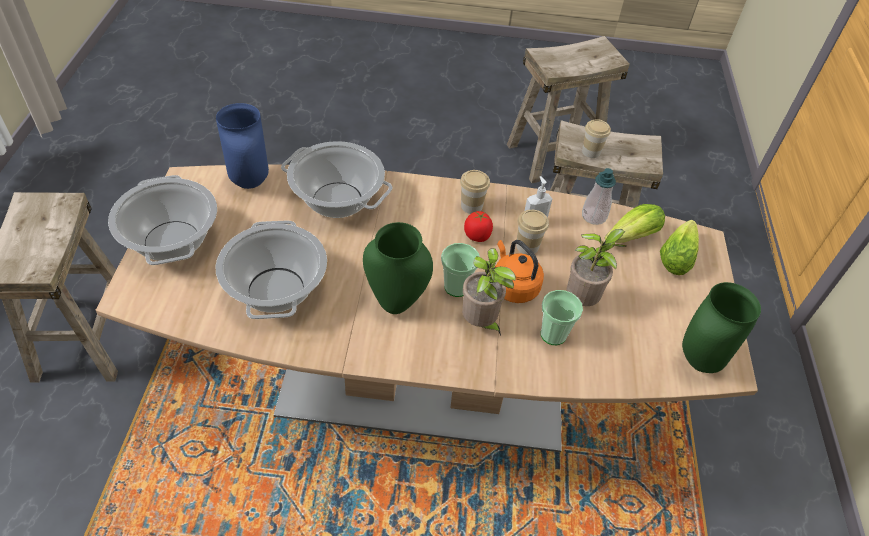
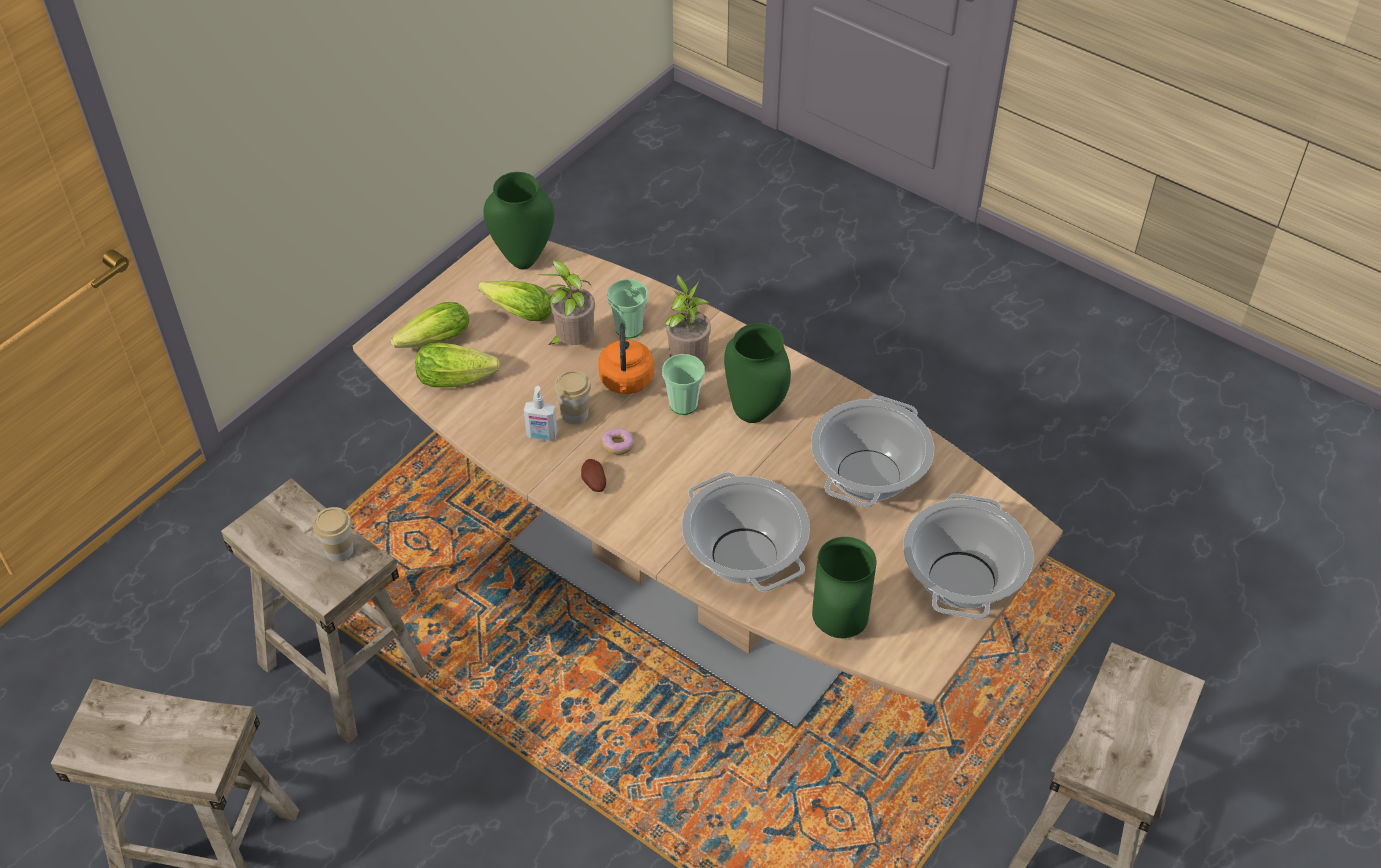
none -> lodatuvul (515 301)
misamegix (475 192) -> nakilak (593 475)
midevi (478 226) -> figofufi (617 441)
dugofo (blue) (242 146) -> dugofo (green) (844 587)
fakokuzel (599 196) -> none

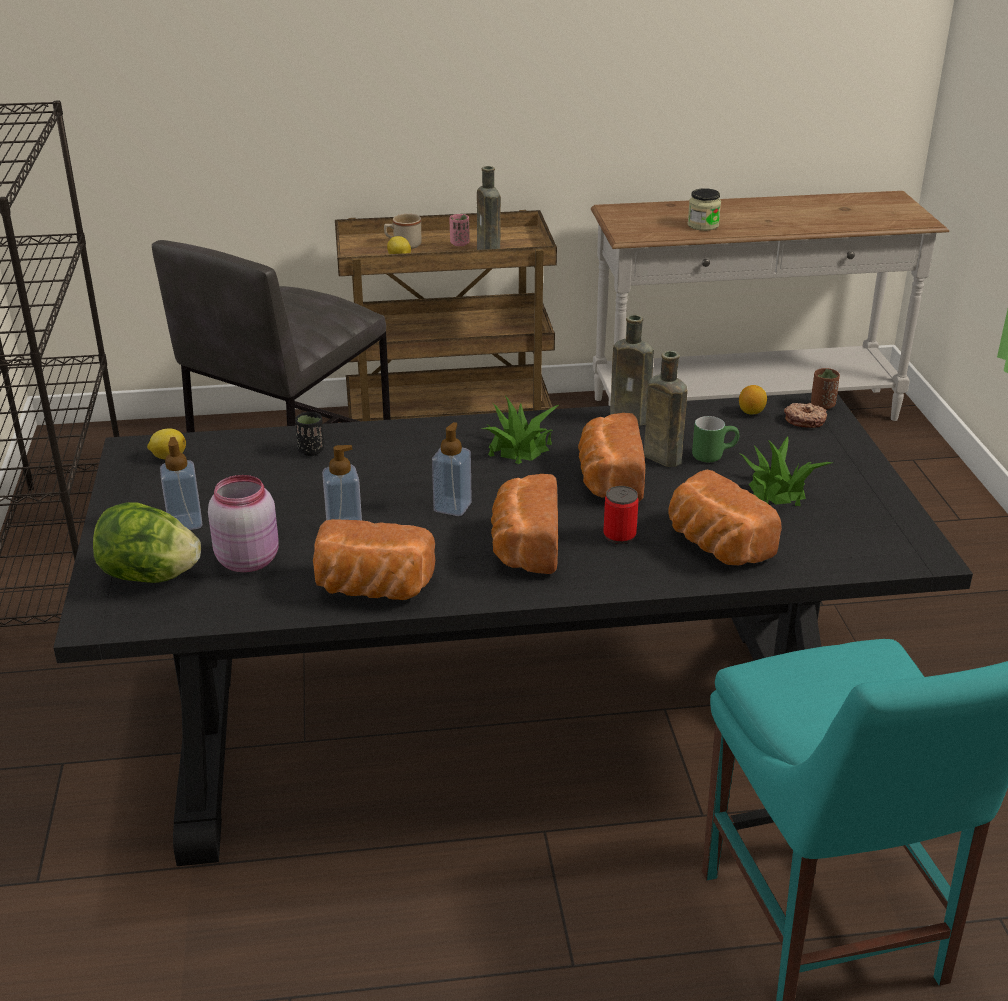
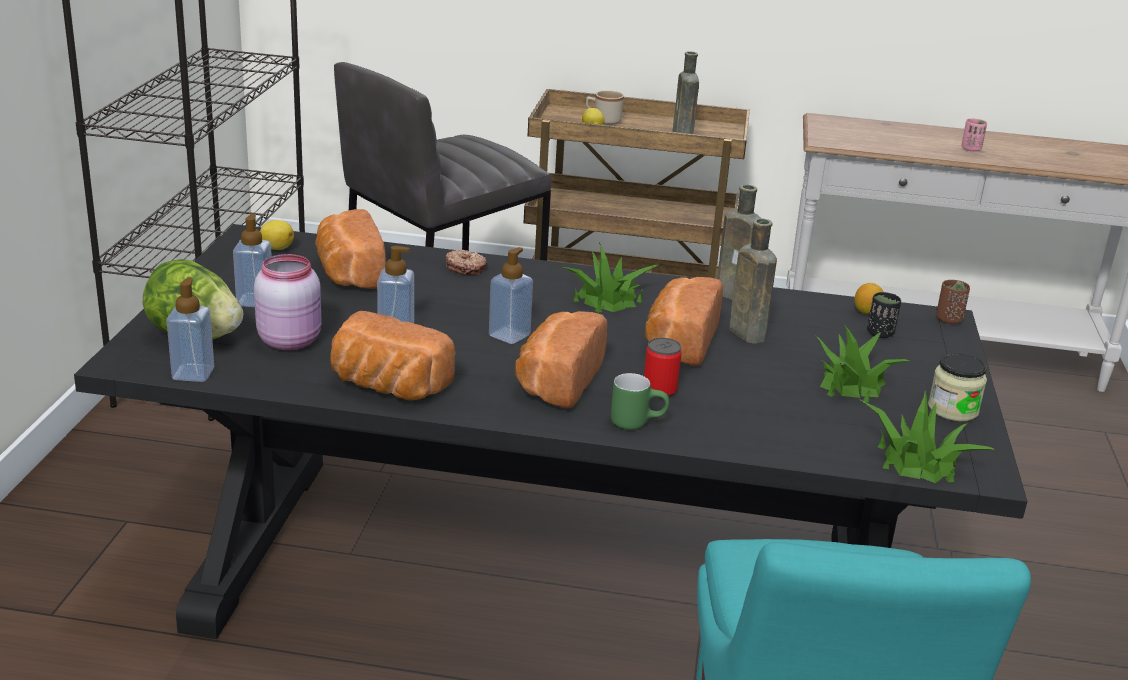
none -> fakokuzel (190 329)
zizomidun (725 517) -> zizomidun (350 249), shifted
figofufi (805 415) -> figofufi (466 262), shifted
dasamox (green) (715 439) -> dasamox (green) (640 401), shifted
none -> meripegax (926 437)
misamegix (black) (309 434) -> misamegix (black) (884 315), shifted
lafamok (704 209) -> lafamok (957 387), shifted
misamegix (pink) (459 230) -> misamegix (pink) (974 135), shifted

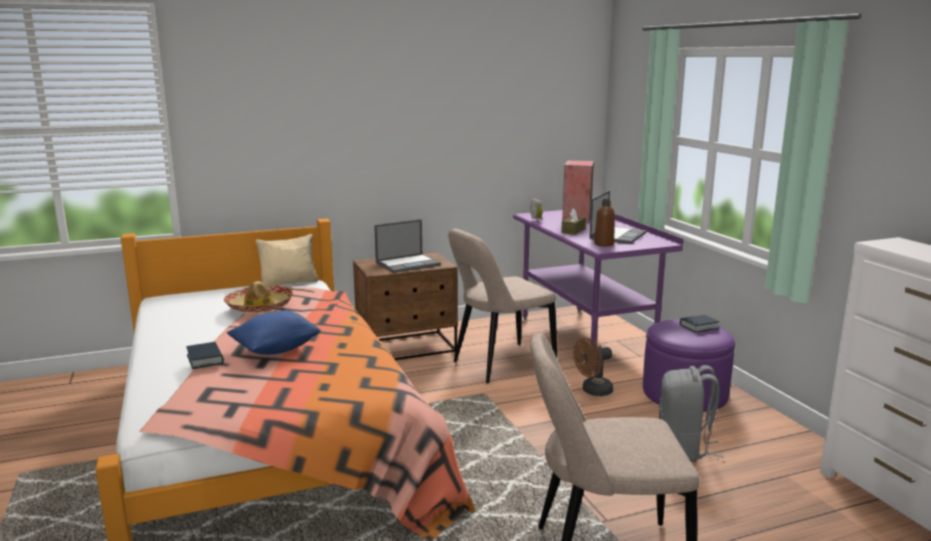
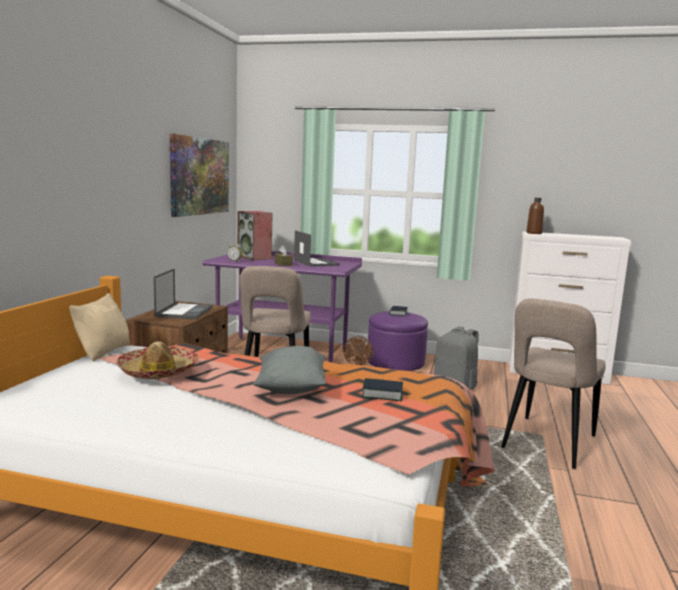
none -> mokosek (199 175)
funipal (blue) (274 332) -> funipal (grey) (289 370)
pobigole (205 355) -> pobigole (382 389), shifted
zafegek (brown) (604 223) -> zafegek (brown) (535 216), shifted

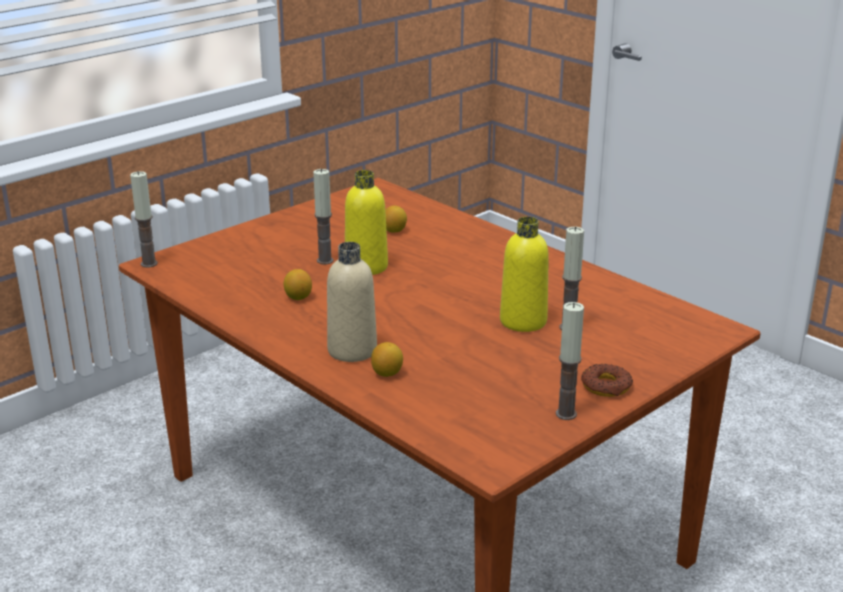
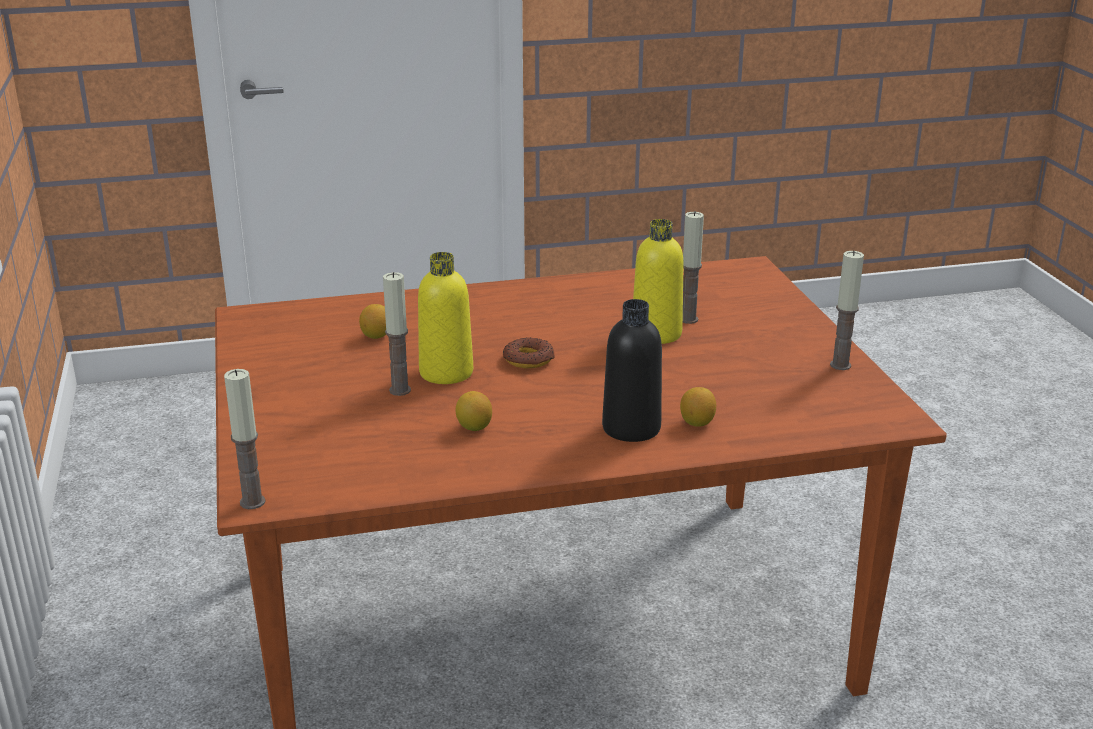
figofufi (607 380) -> figofufi (529 352), shifted
zafegek (beige) (352 302) -> zafegek (black) (632 370)

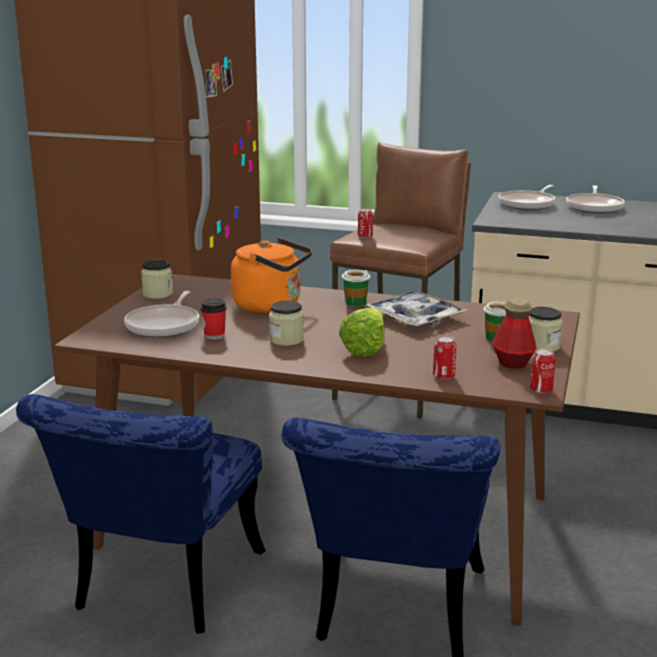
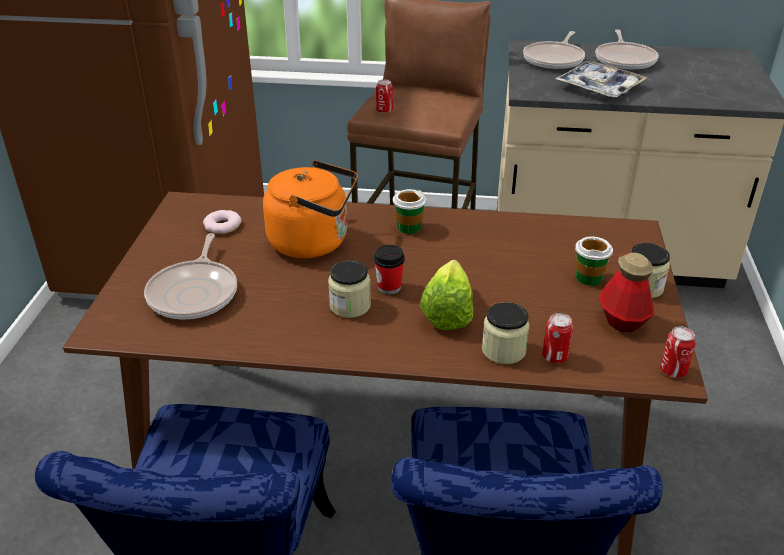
none -> figofufi (222 222)
misamegix (213 319) -> misamegix (389 270), shifted
lafamok (157 279) -> lafamok (506 333), shifted
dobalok (417 309) -> dobalok (602 79), shifted

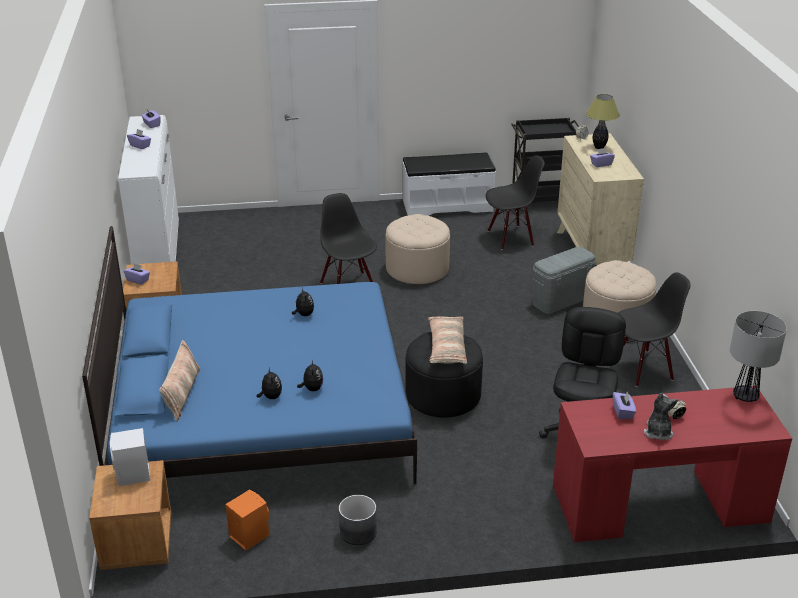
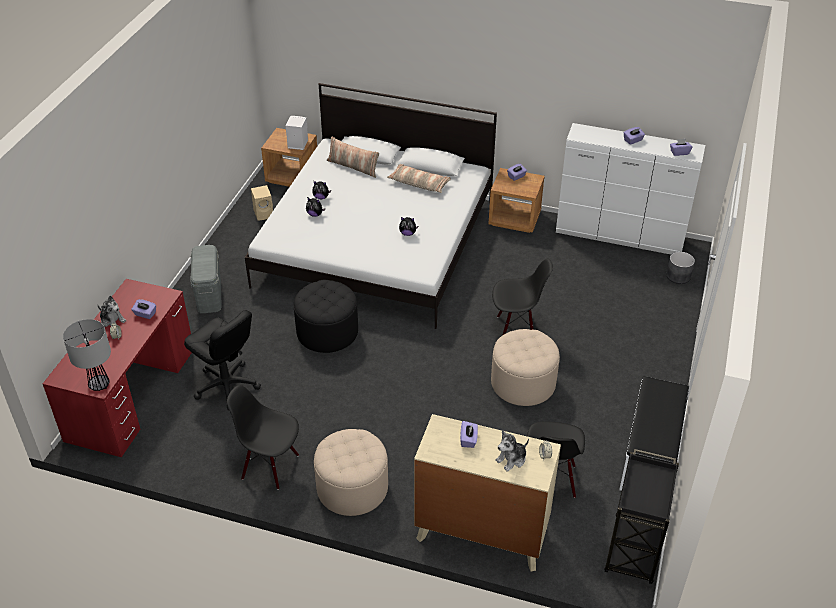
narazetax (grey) (564 280) -> narazetax (grey) (205 279), shifted
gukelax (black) (654 329) -> gukelax (black) (263 437), 105 degrees clockwise
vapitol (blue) (249 355) -> vapitol (white) (371 206)
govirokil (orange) (247 520) -> govirokil (beige) (262 202)
funipal (447 340) -> funipal (419 178), shifted
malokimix (603 121) -> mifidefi (512 451)
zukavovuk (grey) (358 520) -> zukavovuk (grey) (680 268), shifted

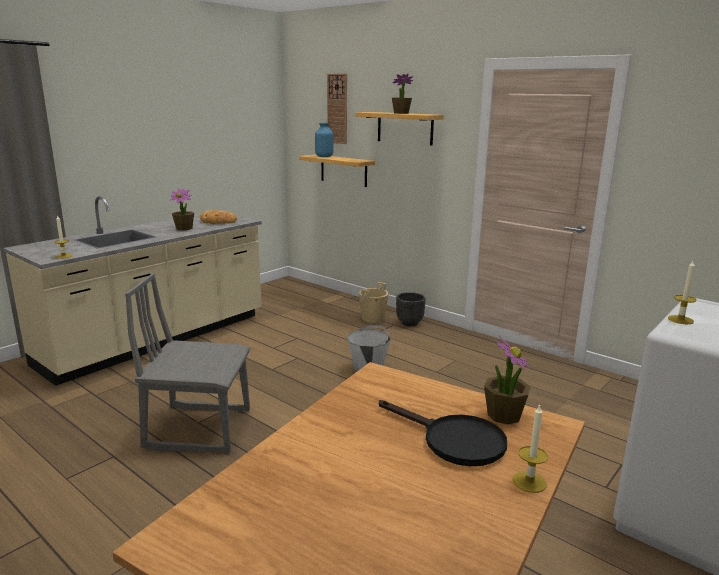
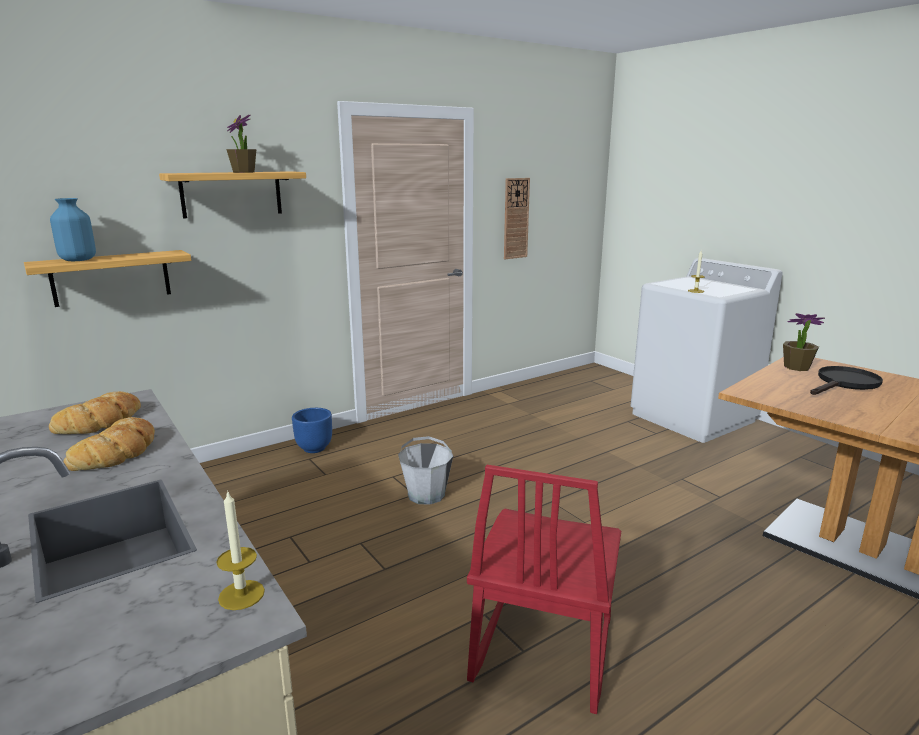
meripegax (182 209) -> zizomidun (109 444)
zukavovuk (black) (411 309) -> zukavovuk (blue) (312 430)
gukelax (grey) (187 363) -> gukelax (red) (544 589)
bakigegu (337 109) -> bakigegu (517 218), shifted
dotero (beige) (374 302) -> none
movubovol (530 448) -> none

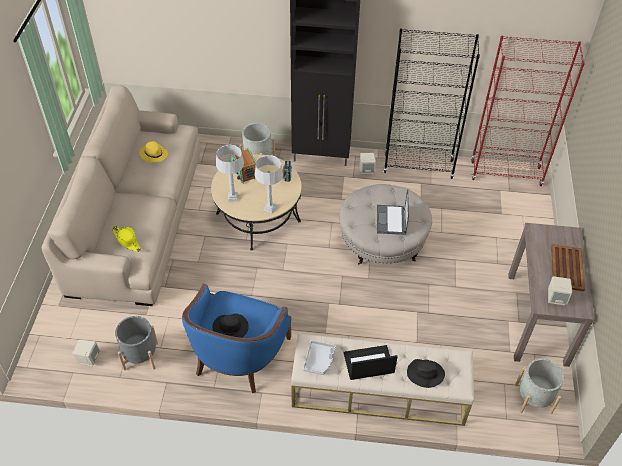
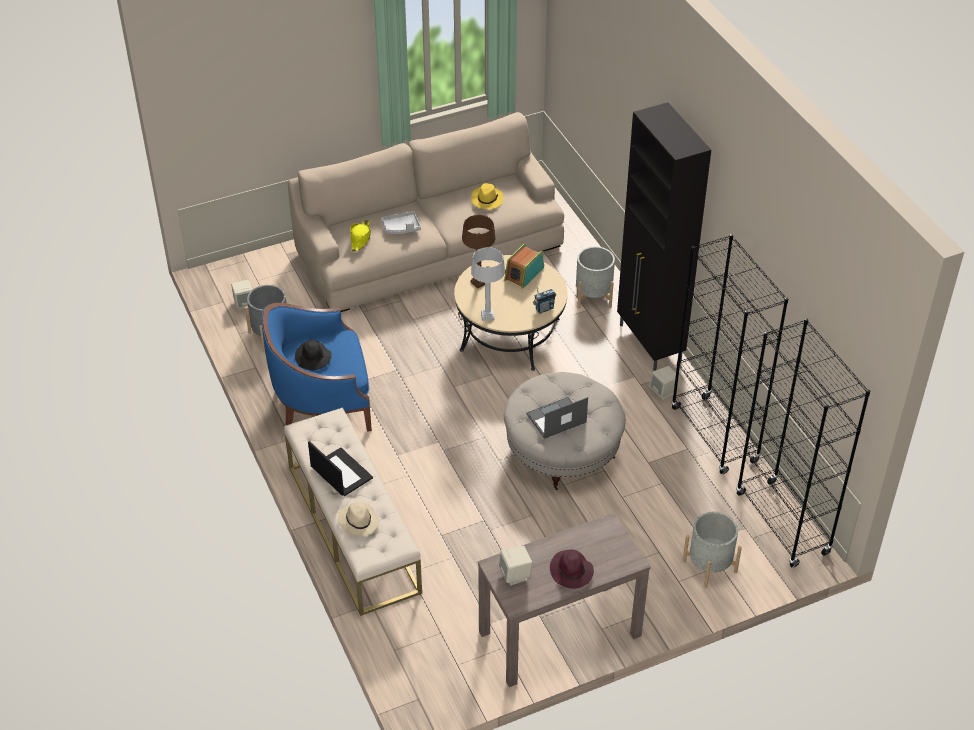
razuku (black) (426 373) -> razuku (beige) (358 519)
dobalok (grey) (319 357) -> dobalok (grey) (401 222), shifted
malokimix (grey) (230 173) -> malokimix (brown) (478 252)
dobalok (brown) (568 267) -> razuku (purple) (572 569)
zukavovuk (grey) (539 386) -> zukavovuk (grey) (712 550), shifted
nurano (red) (528 111) -> nurano (black) (803 443)

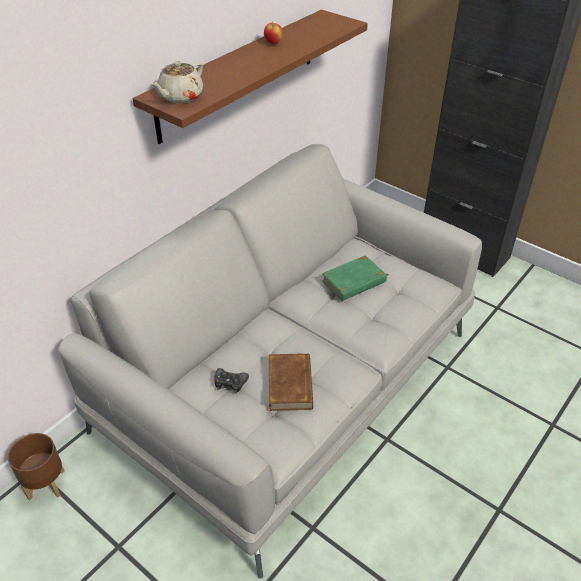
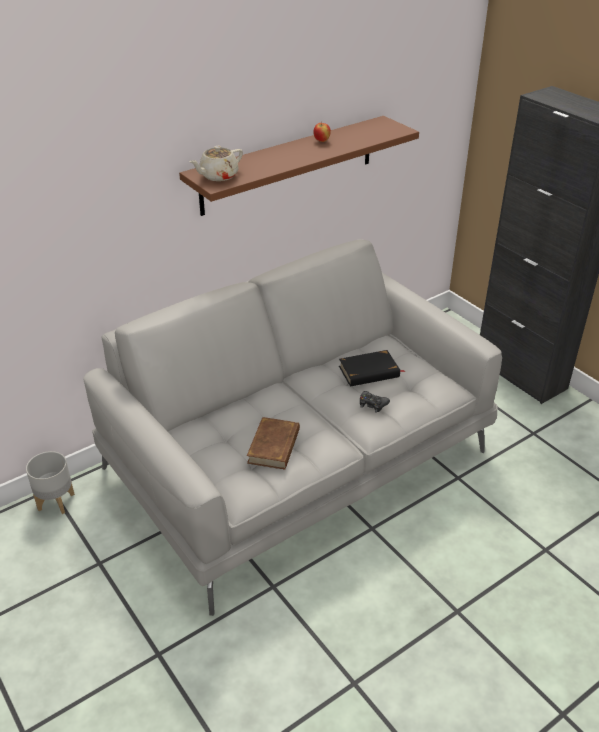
zukavovuk (brown) (36 466) -> zukavovuk (grey) (50 482)
pobigole (green) (355 278) -> pobigole (black) (372 368)
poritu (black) (231 381) -> poritu (black) (375 402), shifted

